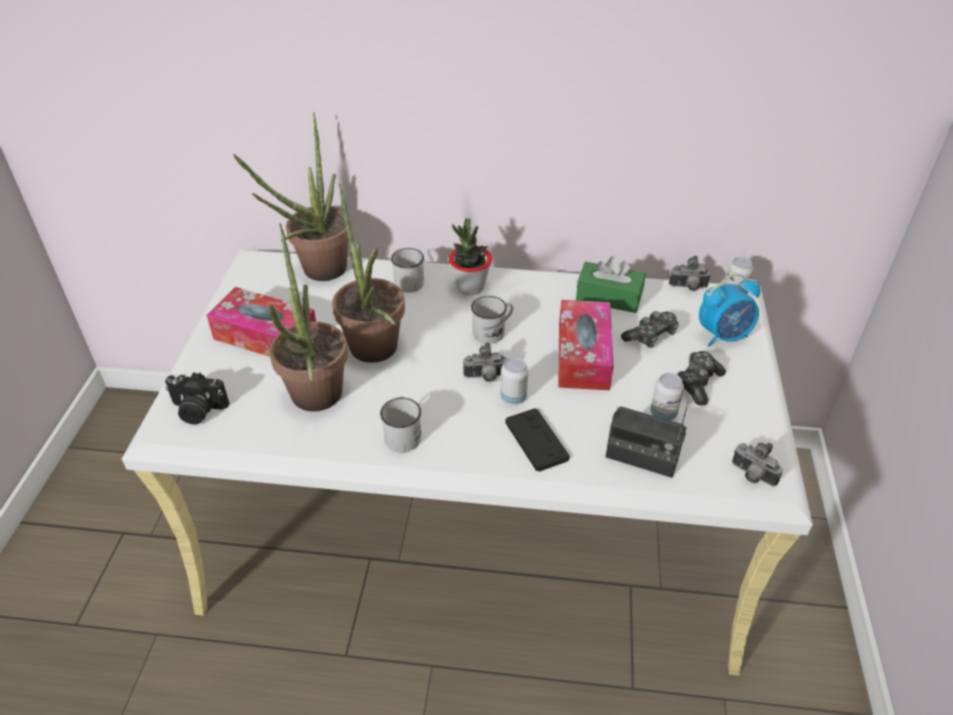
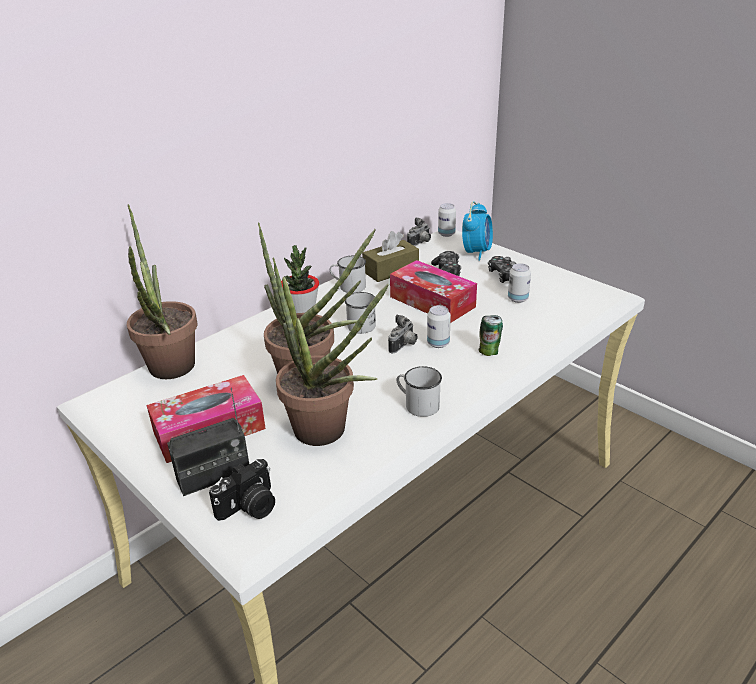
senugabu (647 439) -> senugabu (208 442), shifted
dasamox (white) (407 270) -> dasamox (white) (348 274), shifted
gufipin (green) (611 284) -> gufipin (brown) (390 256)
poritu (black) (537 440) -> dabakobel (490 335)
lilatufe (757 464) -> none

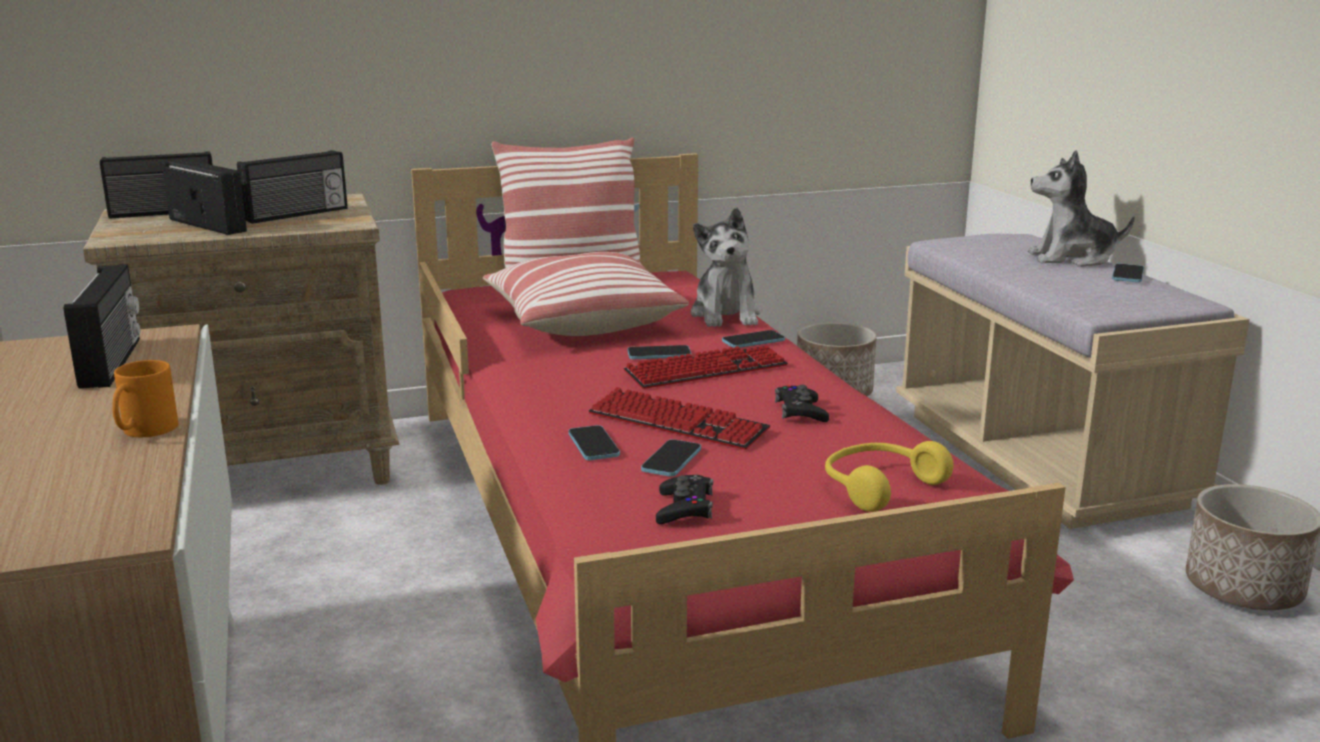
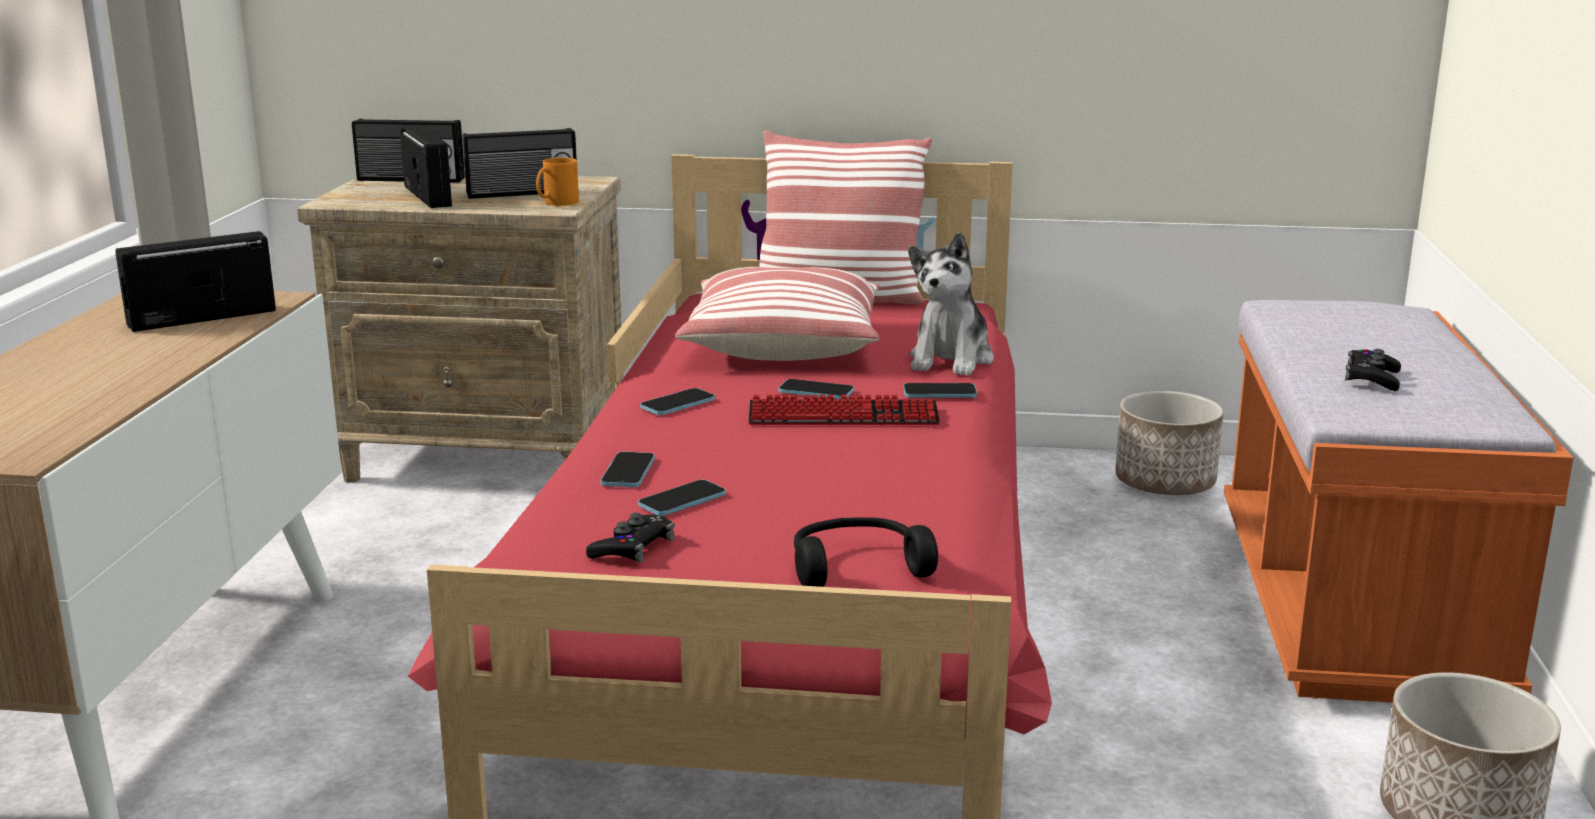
senugabu (102 326) -> senugabu (195 281), 135 degrees counterclockwise
dasamox (orange) (145 398) -> dasamox (orange) (557 181), shifted
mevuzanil (1128 273) -> mevuzanil (677 401), shifted
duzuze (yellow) (889 476) -> duzuze (black) (866 552)
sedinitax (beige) (1073 381) -> sedinitax (orange) (1398 501)
poritu (black) (802 403) -> poritu (black) (1373 370), shifted
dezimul (679 418) -> none
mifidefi (1081 208) -> none

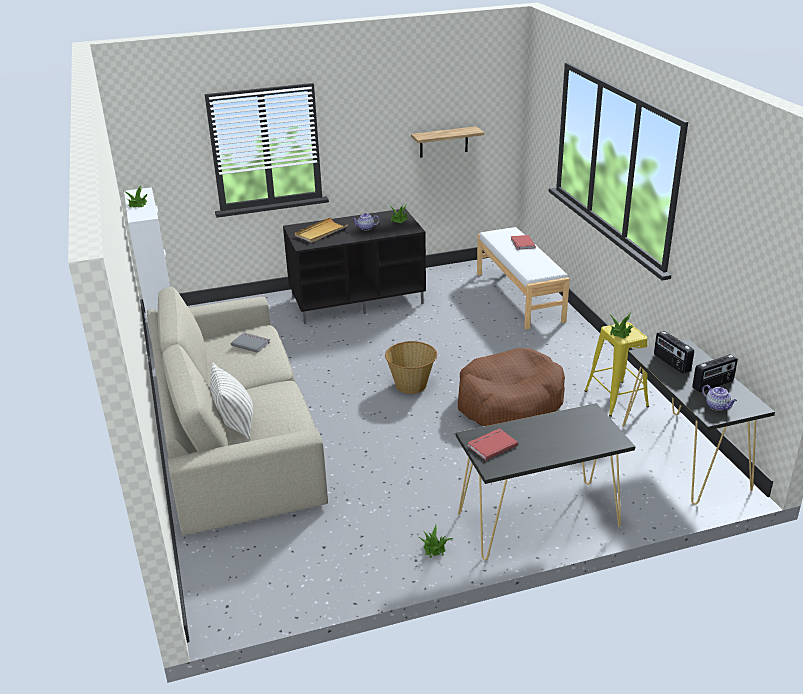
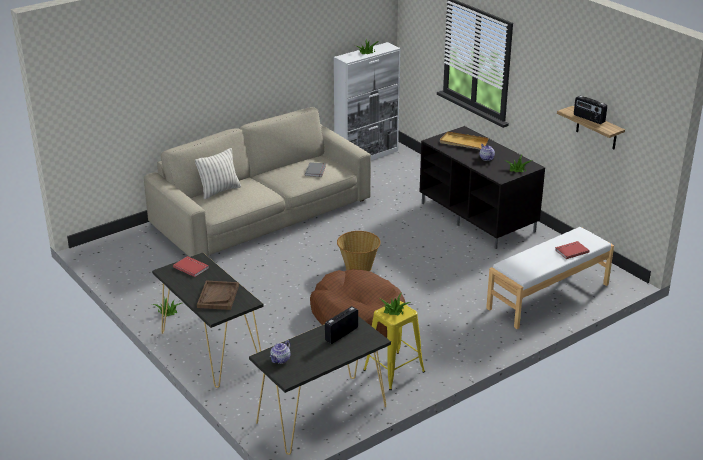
none -> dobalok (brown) (218 295)
senugabu (715 373) -> senugabu (590 110), shifted

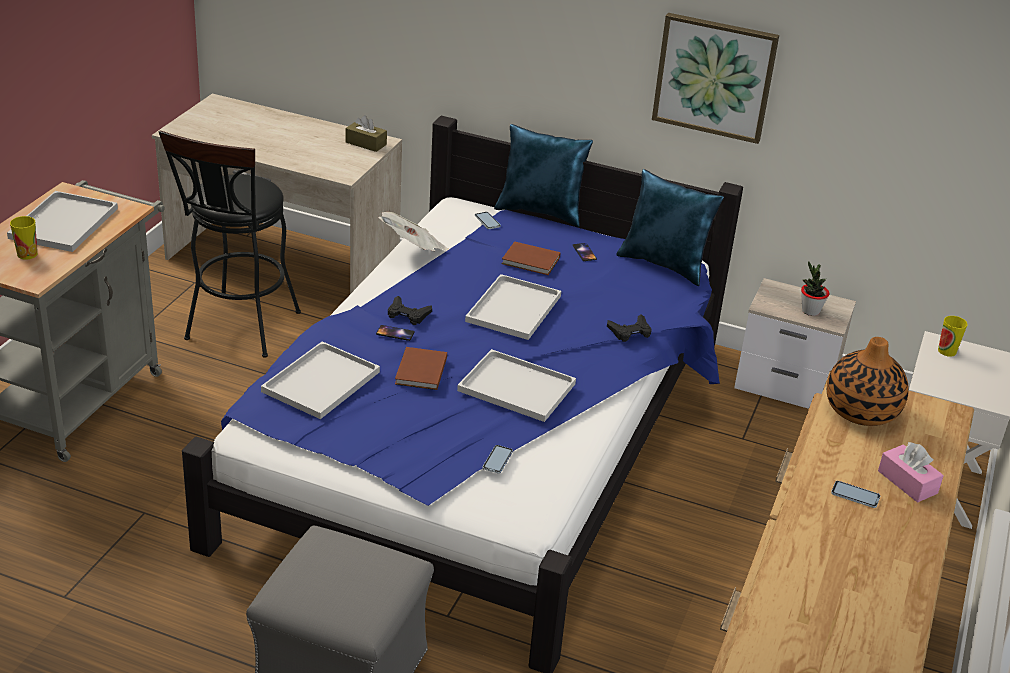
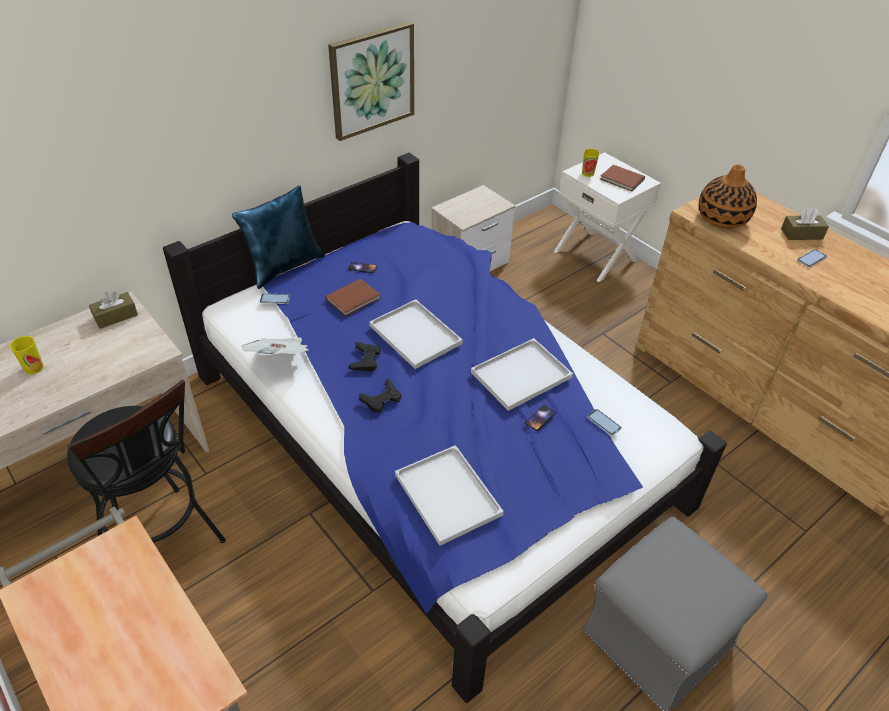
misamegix (23 238) -> misamegix (27 355), shifted
poritu (black) (629 328) -> poritu (black) (365 357), shifted
mevuzanil (395 333) -> mevuzanil (540 418), shifted
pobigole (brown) (421 368) -> pobigole (brown) (622 178), shifted
gufipin (pink) (911 472) -> gufipin (brown) (805 223)
dobalok (white) (62 221) -> none
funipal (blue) (670 227) -> none
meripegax (815 288) -> none

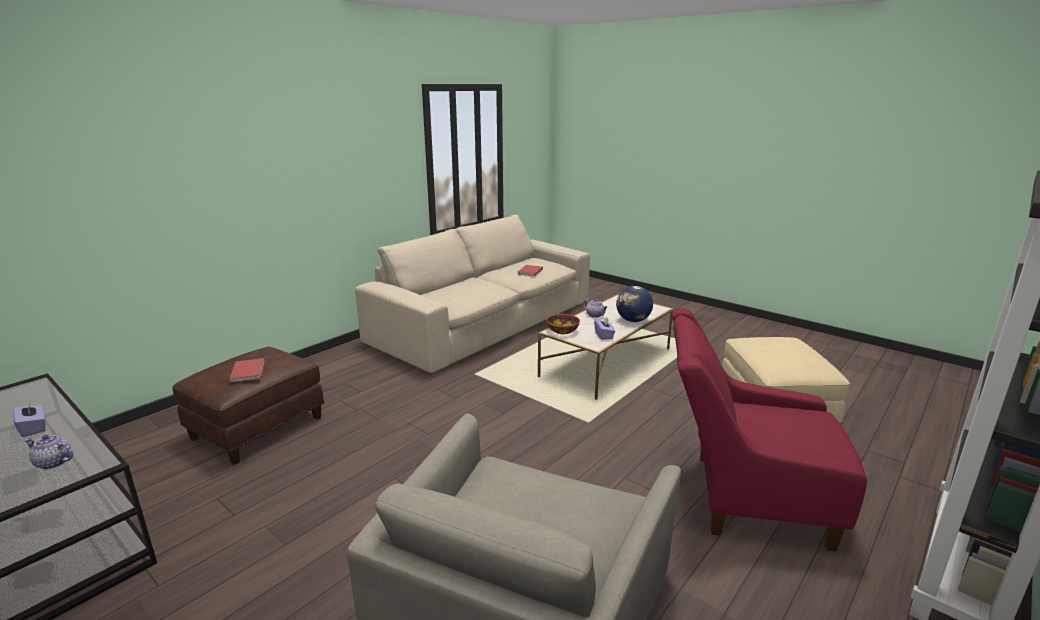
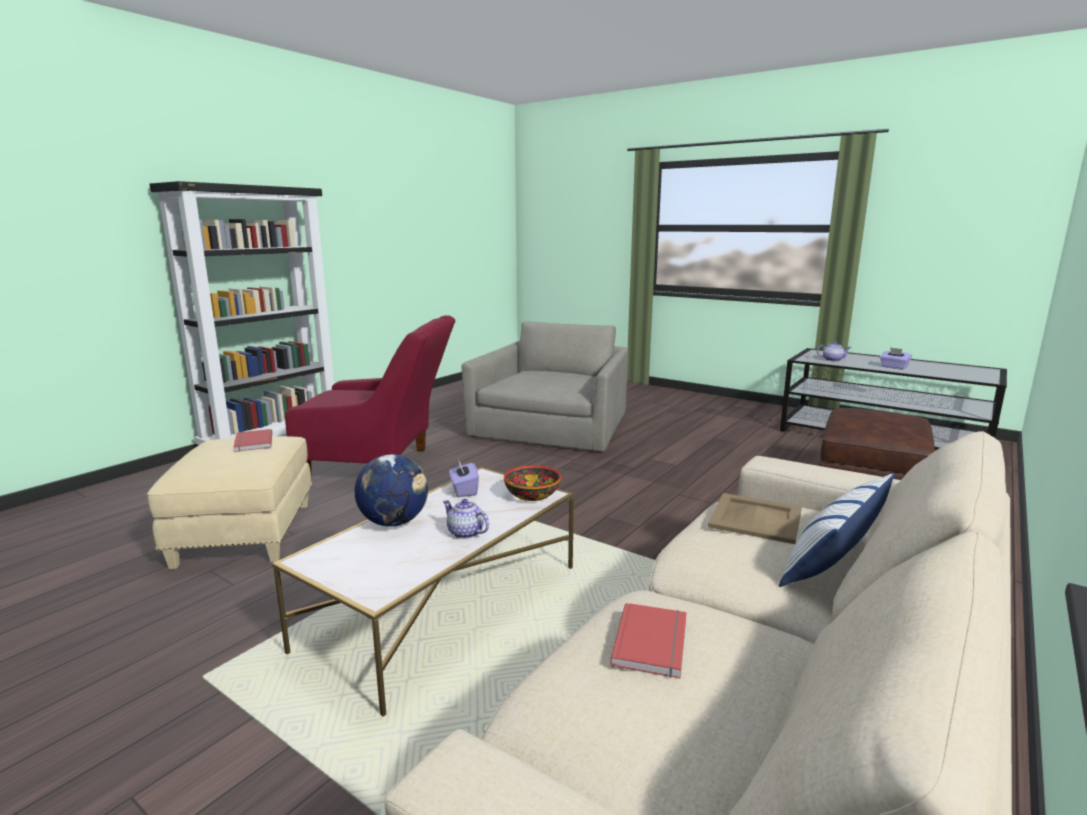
pobigole (red) (247 370) -> pobigole (red) (252 440), shifted
none -> dobalok (beige) (755 518)
none -> funipal (837 530)

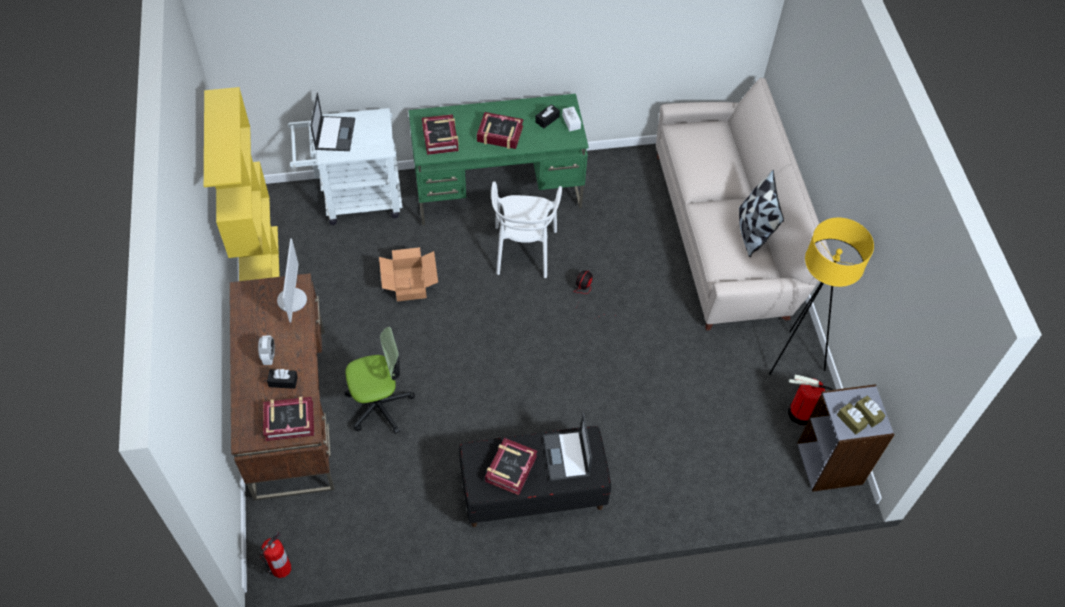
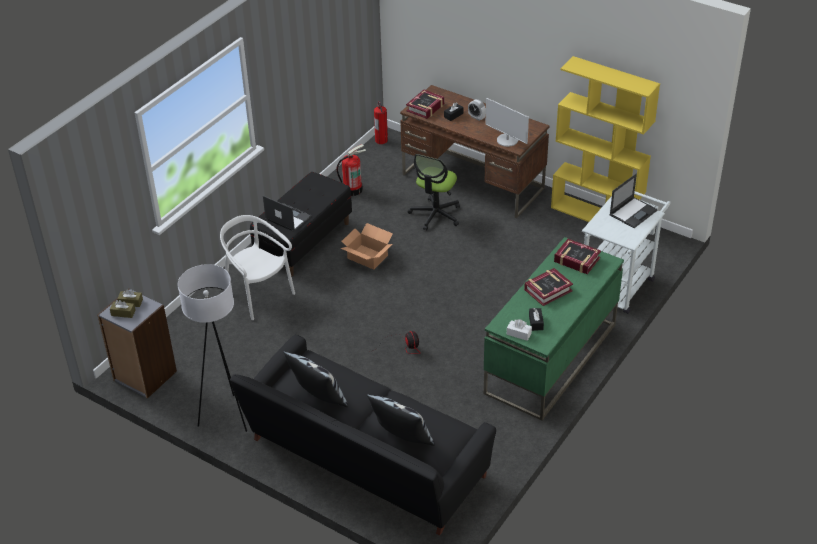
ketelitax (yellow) (821 296) -> ketelitax (white) (212 348)
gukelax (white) (526 229) -> gukelax (white) (257 267), shifted
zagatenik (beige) (744 204) -> zagatenik (black) (363 434)
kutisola (810 400) -> kutisola (351 170), shifted
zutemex (408 274) -> zutemex (366 246), shifted
none -> funipal (400 420)
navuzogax (332 122) -> navuzogax (634 201), 90 degrees counterclockwise
pobigole (511 466) -> none

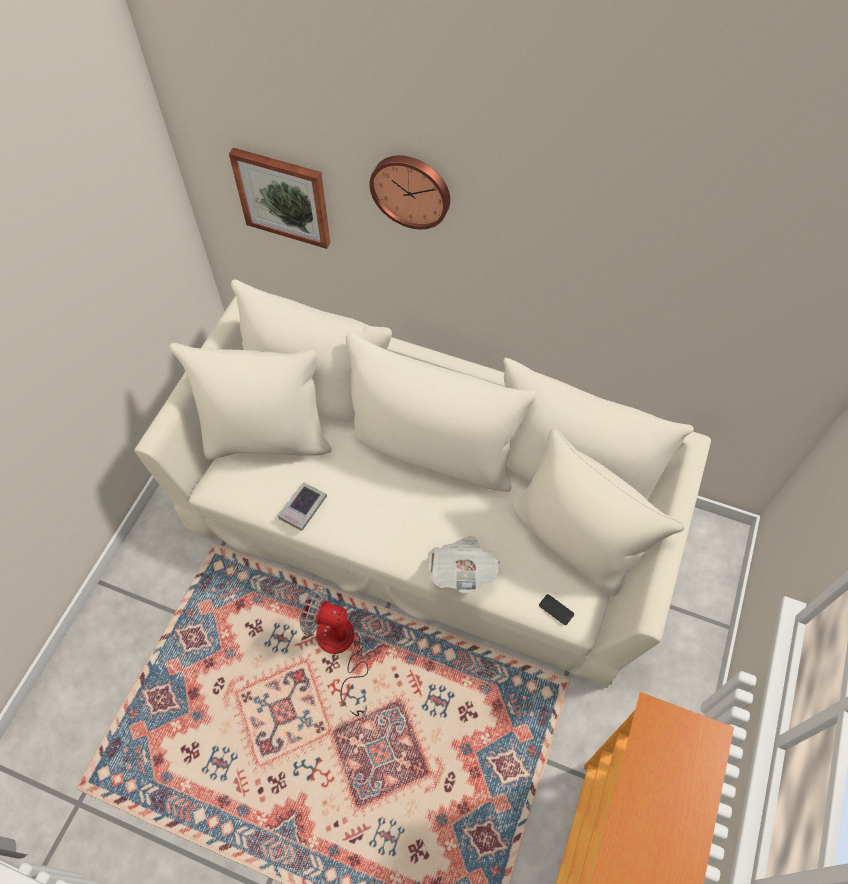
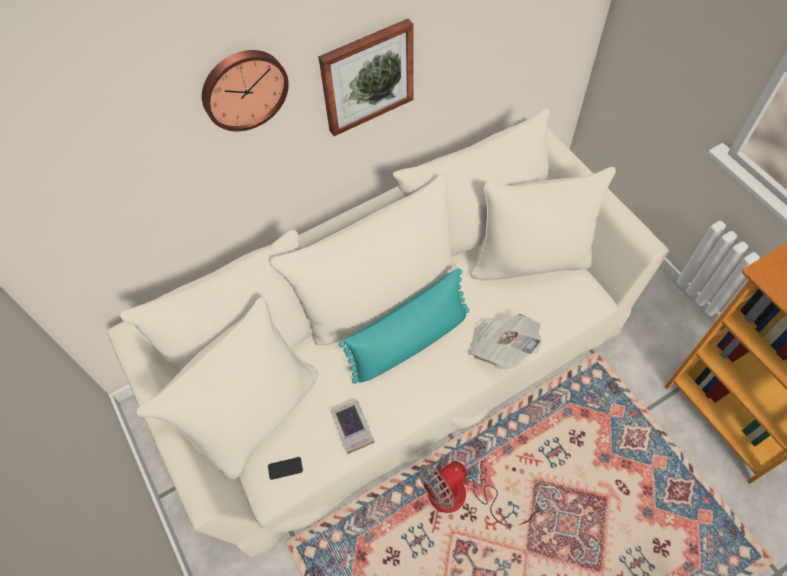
mevuzanil (556 609) -> mevuzanil (285 468), shifted
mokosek (279 198) -> mokosek (366 77), shifted
none -> funipal (turquoise) (404 326)

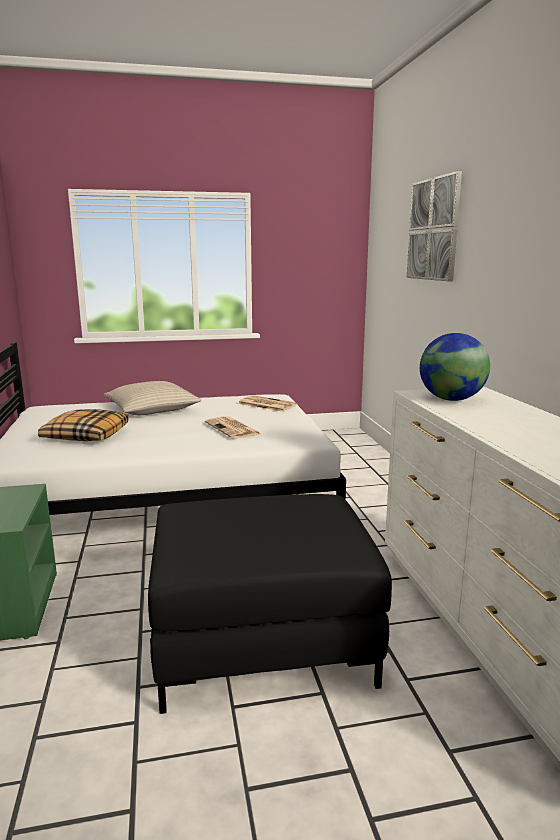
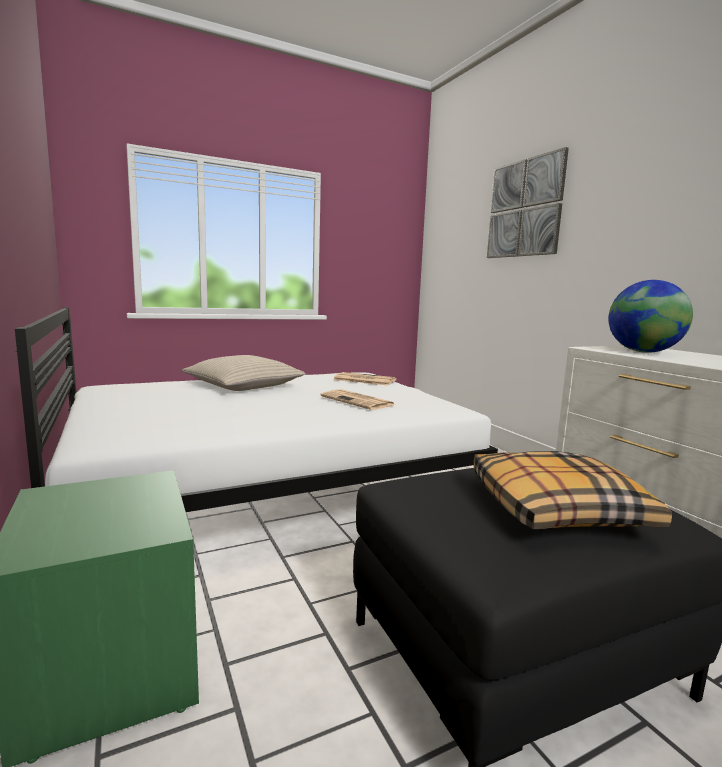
funipal (83 425) -> funipal (573 490), shifted

